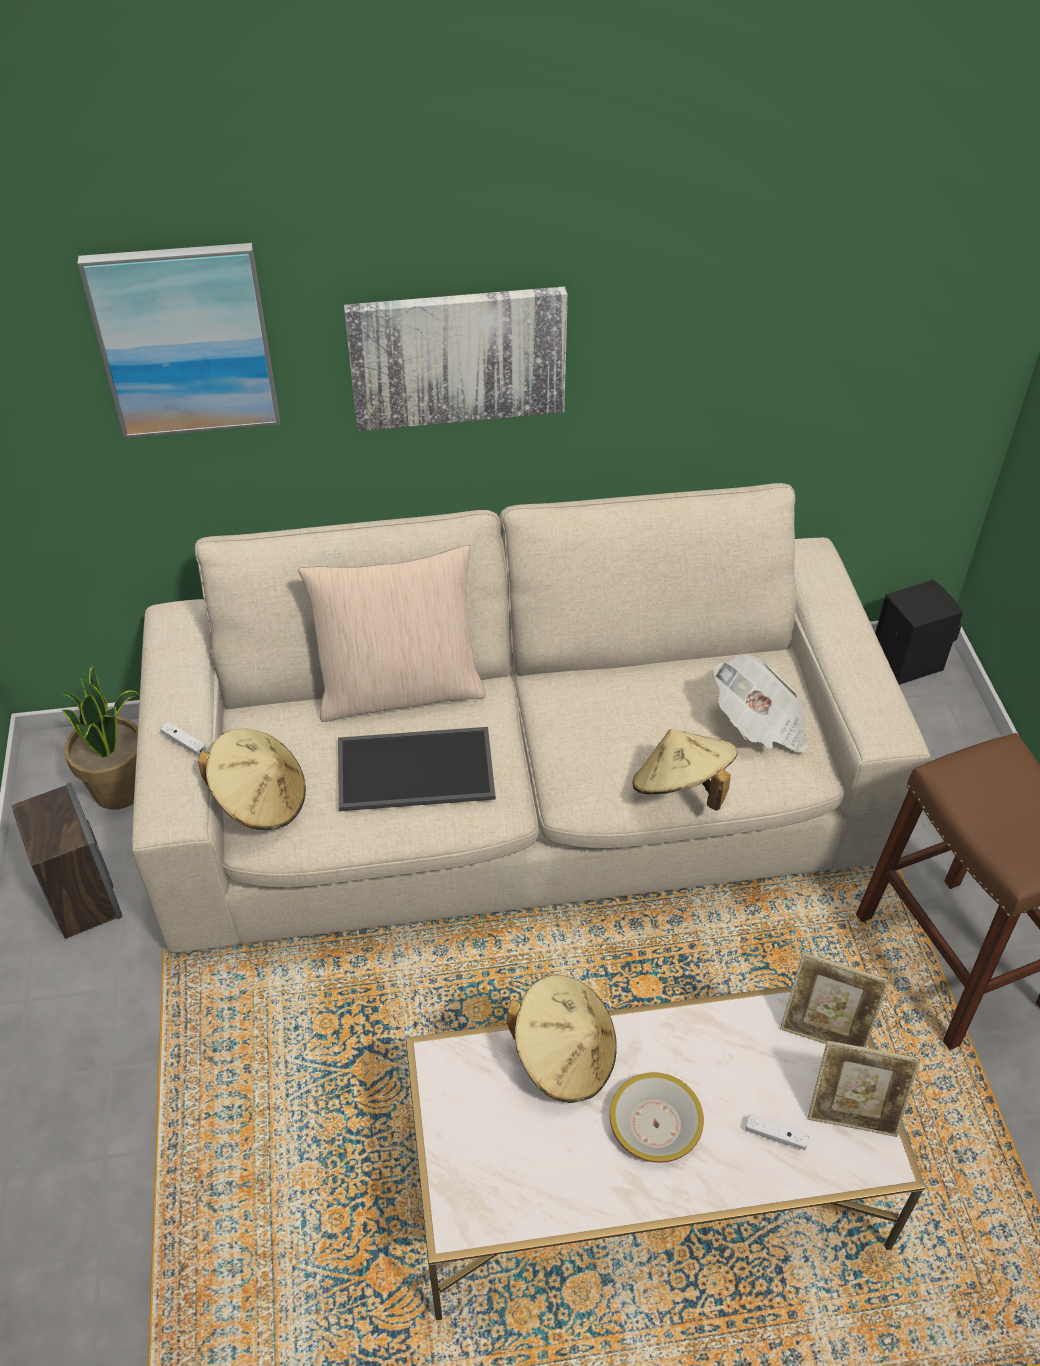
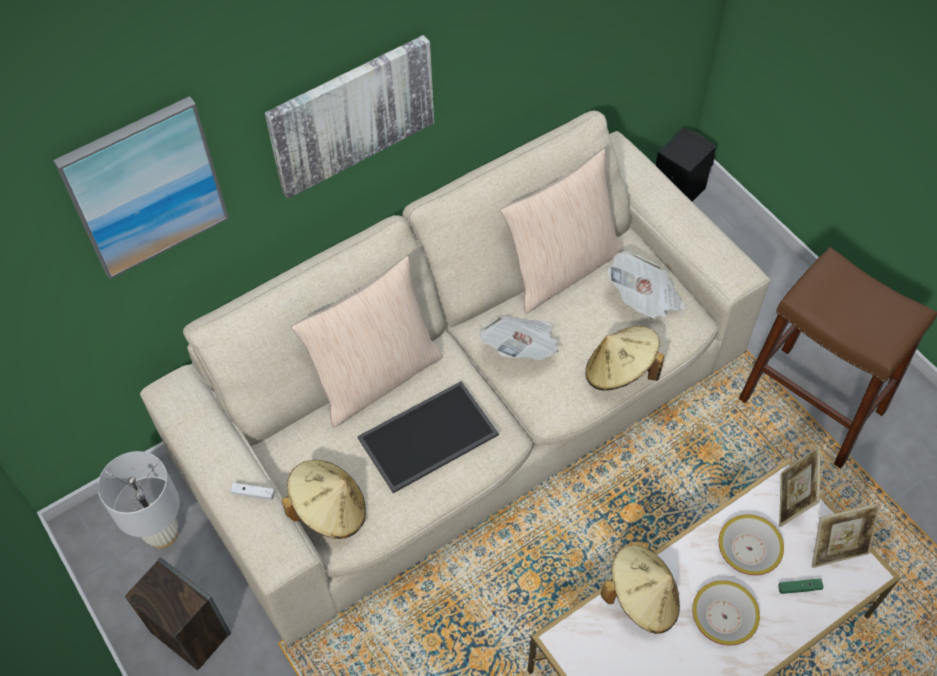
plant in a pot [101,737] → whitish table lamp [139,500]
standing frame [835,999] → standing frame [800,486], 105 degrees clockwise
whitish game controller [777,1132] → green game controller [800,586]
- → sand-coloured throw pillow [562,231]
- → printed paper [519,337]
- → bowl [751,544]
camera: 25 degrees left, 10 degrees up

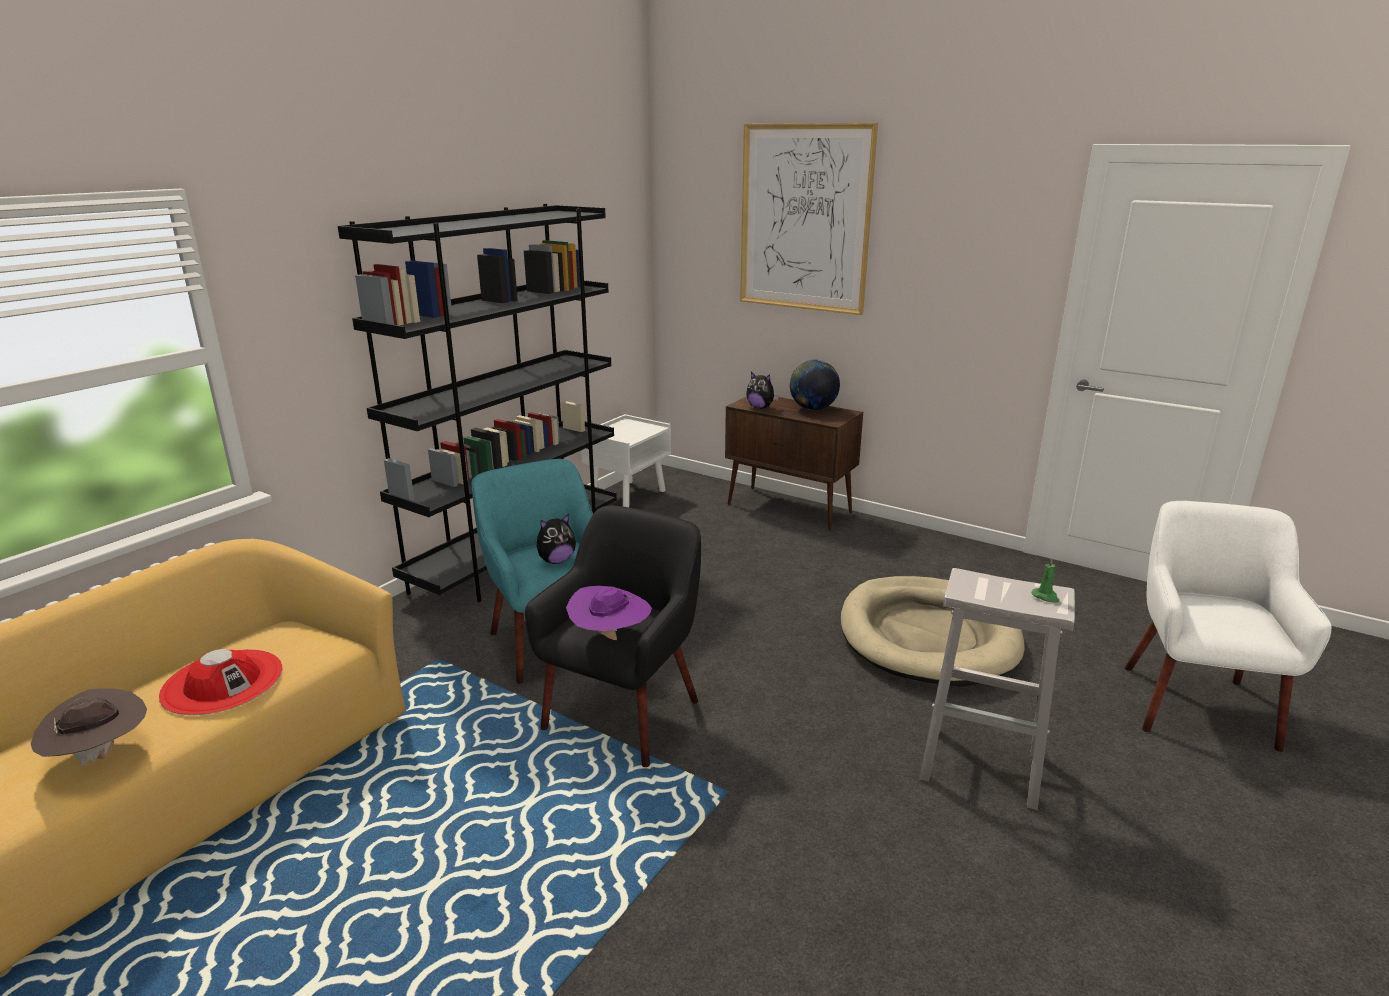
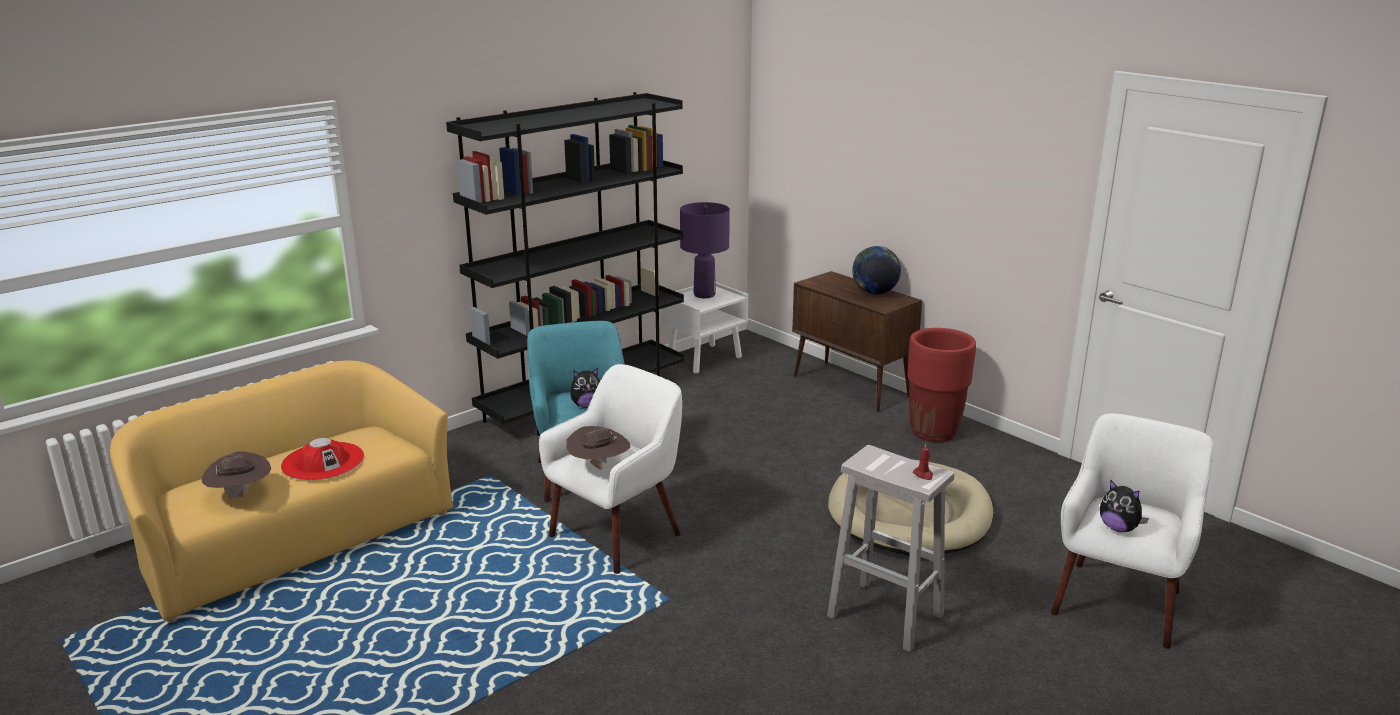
wall art [809,219] → -
plush toy [762,390] → plush toy [1124,505], move
black lounge chair [613,636] → whitish lounge chair [610,469]
green candle [1045,580] → reddish candle [923,461]
purple wearable hat [609,613] → brown-coloured wearable hat [598,448]
- → purple table lamp [705,250]
- → reddish planter [941,385]
camera: 15 degrees right, 0 degrees up

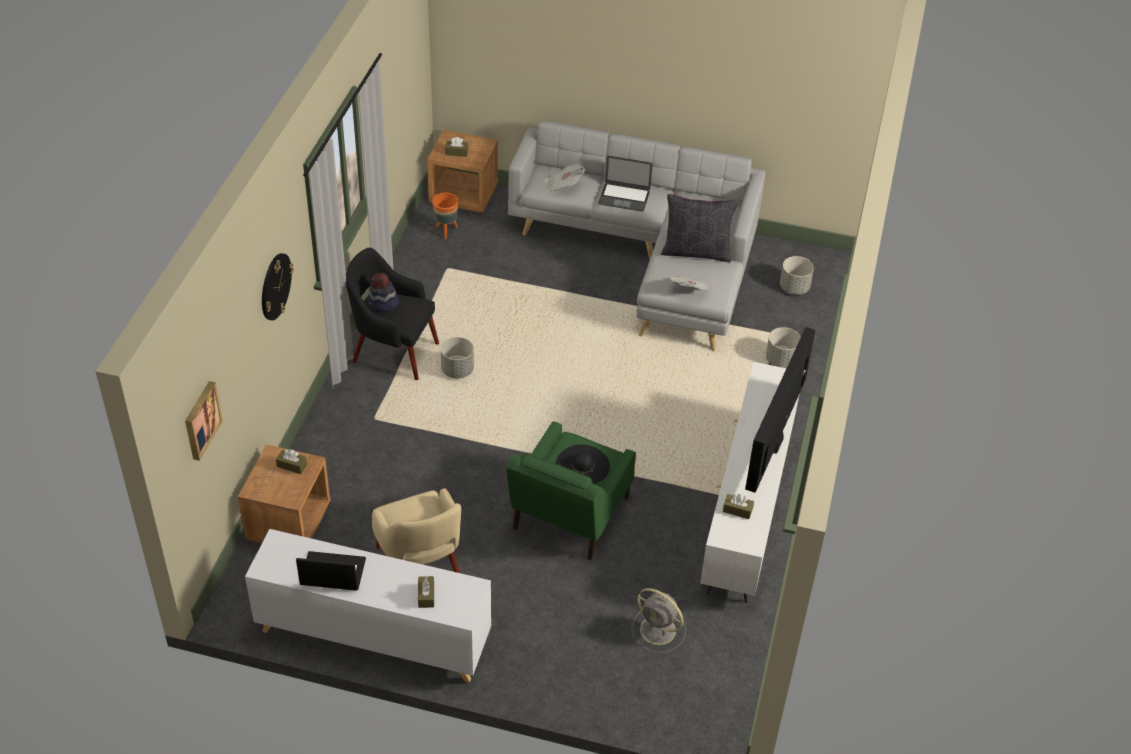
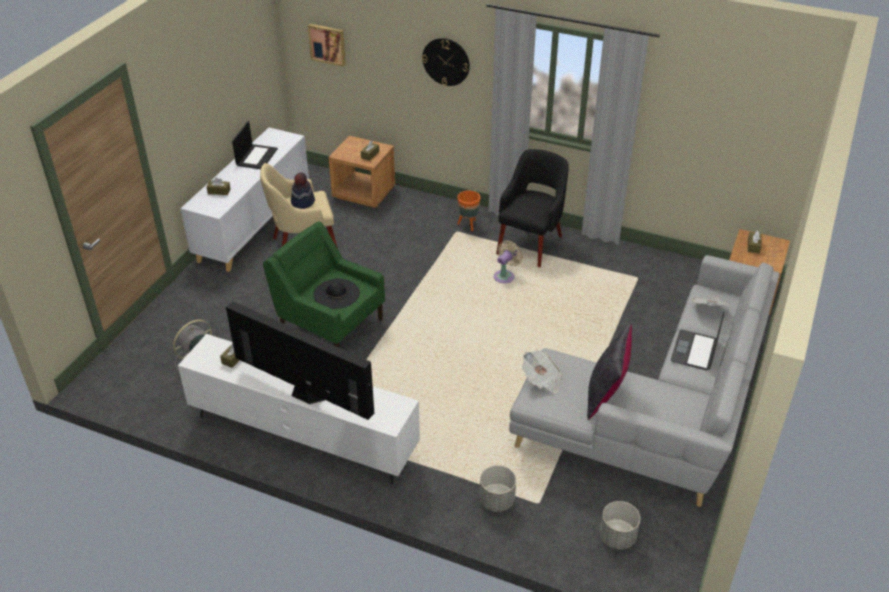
orange planter [445,216] → orange planter [469,211], move
wearable hat [383,292] → wearable hat [303,191], move
greyish planter [457,357] → sand-coloured cooling fan [508,261]
camera: 100 degrees right, 5 degrees down

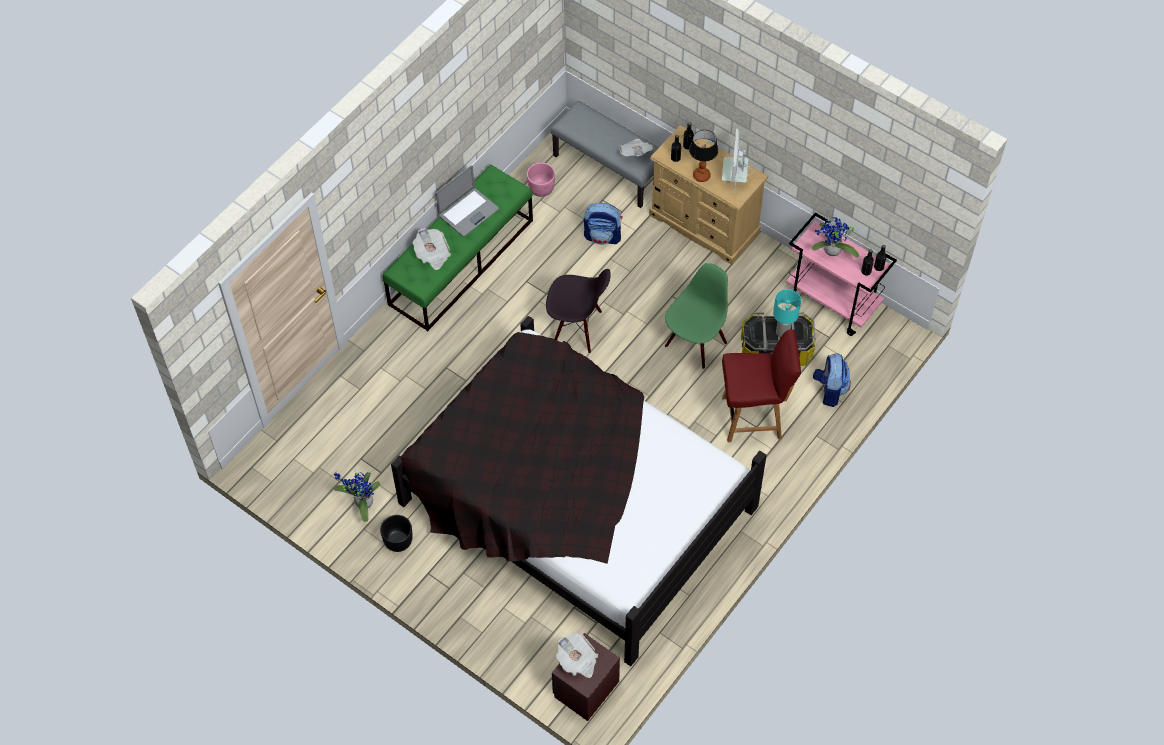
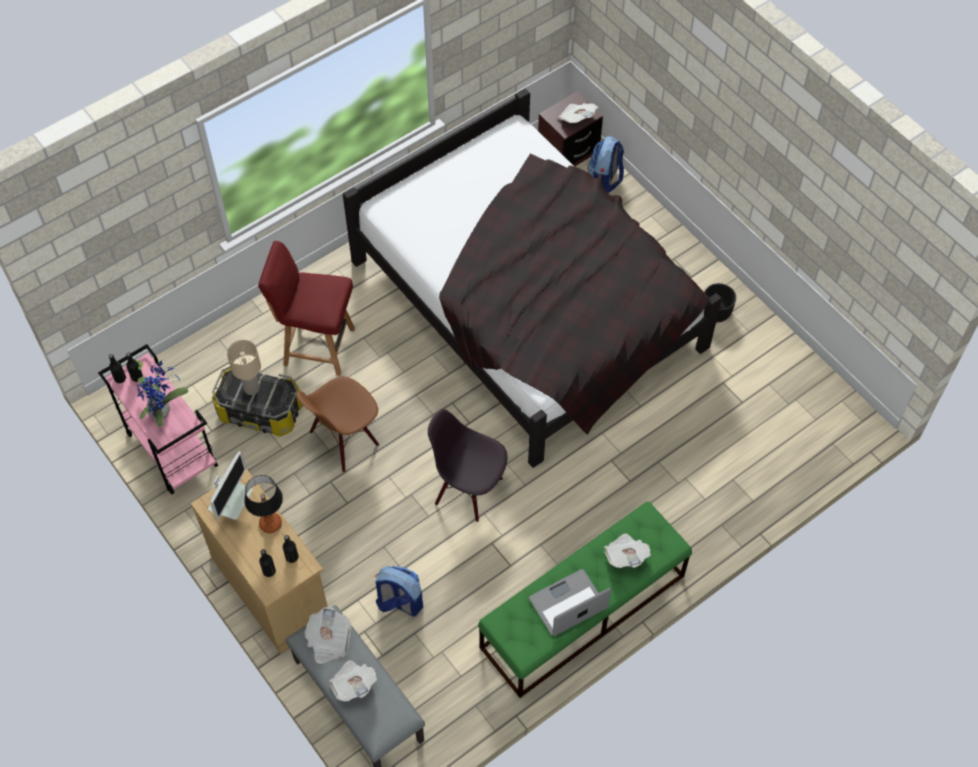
pink-coloured planter [541,180] → -
green upright chair [696,316] → brown-coloured upright chair [337,424]
blue-green table lamp [787,313] → sand-coloured table lamp [244,367]
rucksack [832,380] → rucksack [605,164], move
plant in a pot [357,495] → -
- → printed paper [353,680]
camera: 165 degrees left, 0 degrees up

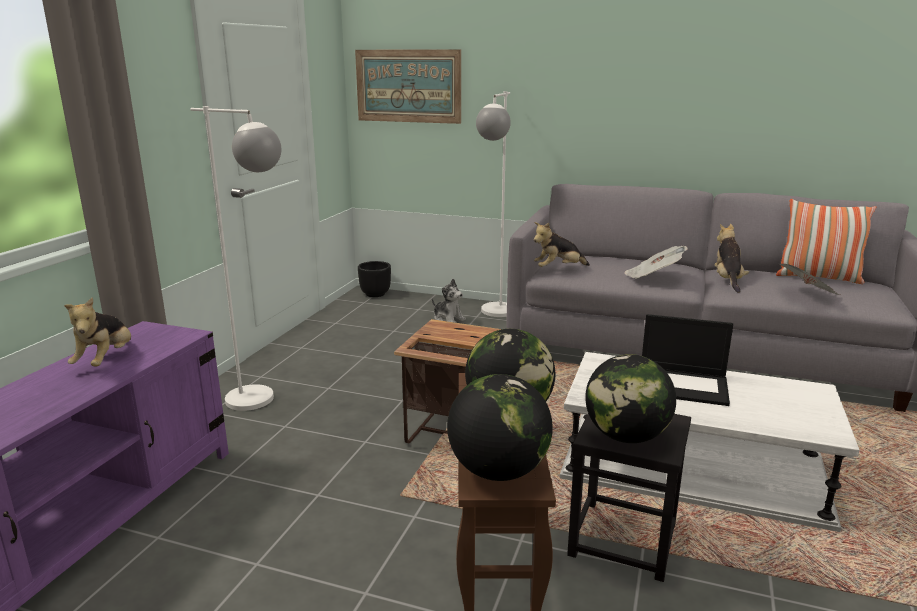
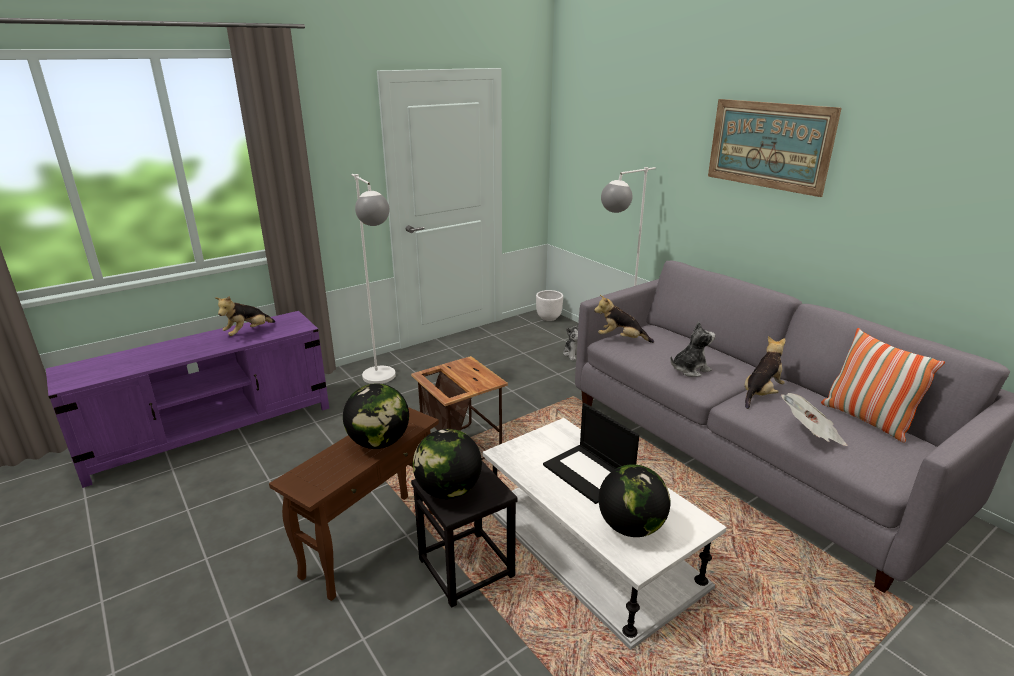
wall art [408,86] → wall art [775,148], move
printed paper [656,262] → plush toy [692,349]
black planter [374,279] → whitish planter [549,305]
desk globe [500,427] → desk globe [634,500], move
camera: 35 degrees right, 5 degrees up

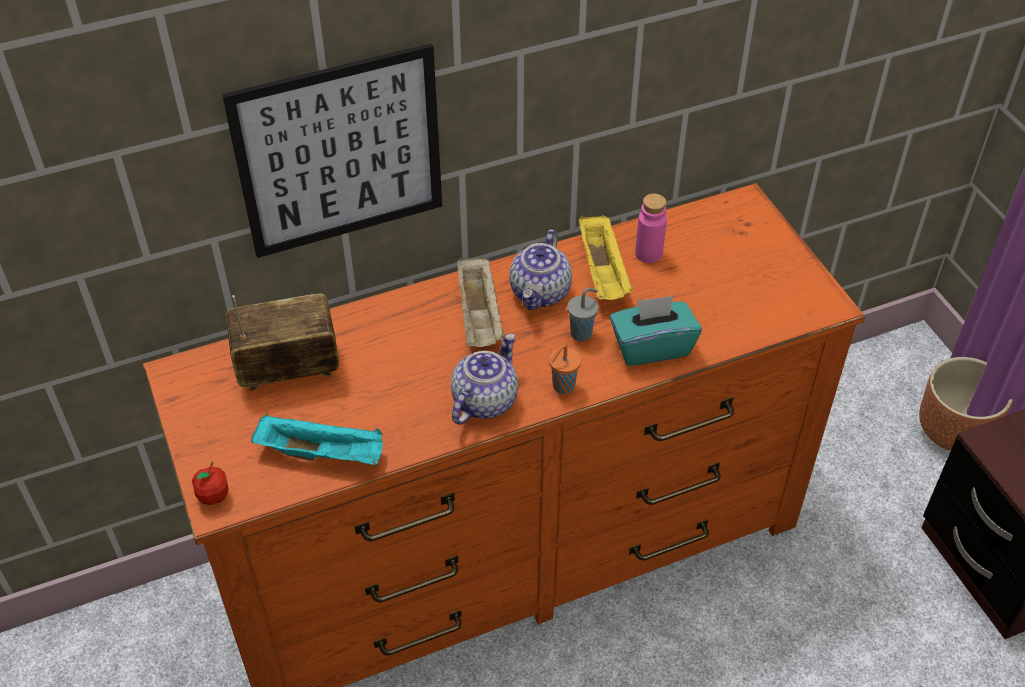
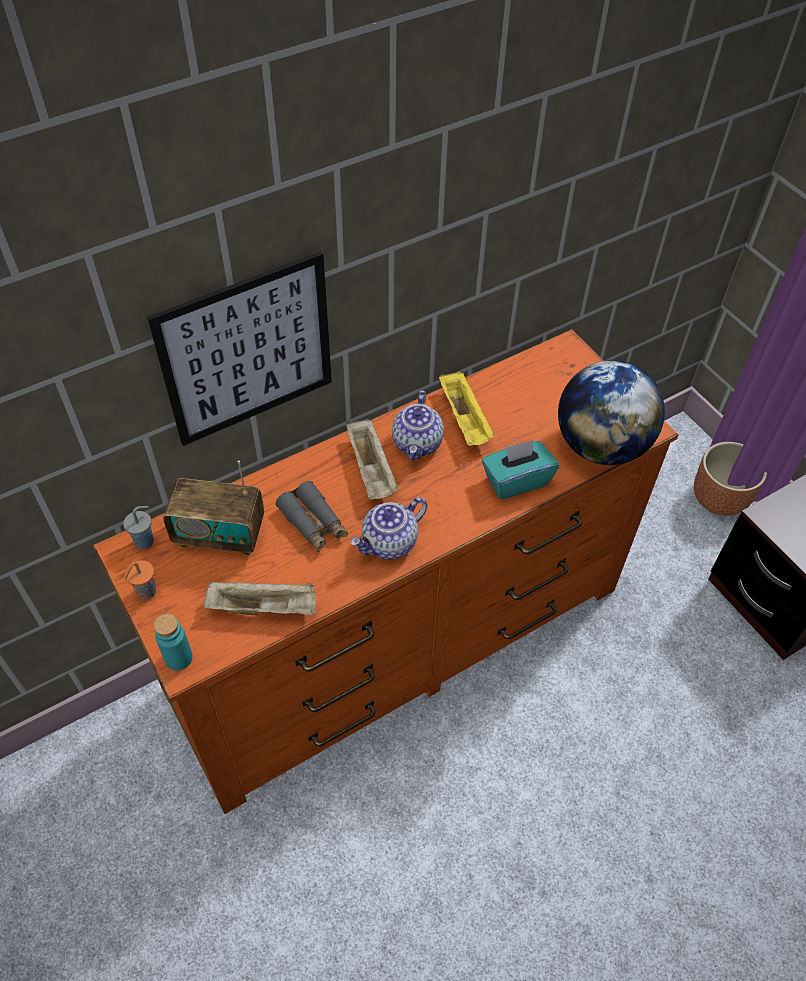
pink-coloured beverage bottle [651,228] → -
greyish cup [582,314] → greyish cup [138,527], move
radio [282,342] → radio [213,508], 150 degrees counterclockwise
pot for tea [484,379] → pot for tea [388,528], 150 degrees counterclockwise
orange cup [565,369] → orange cup [140,580], move
blue-green serving tray [317,439] → sand-coloured serving tray [260,598]
apple fruit [210,483] → blue-green beverage bottle [173,642]
- → desk globe [611,412]
- → greyish field glasses [312,516]
camera: 10 degrees left, 5 degrees up

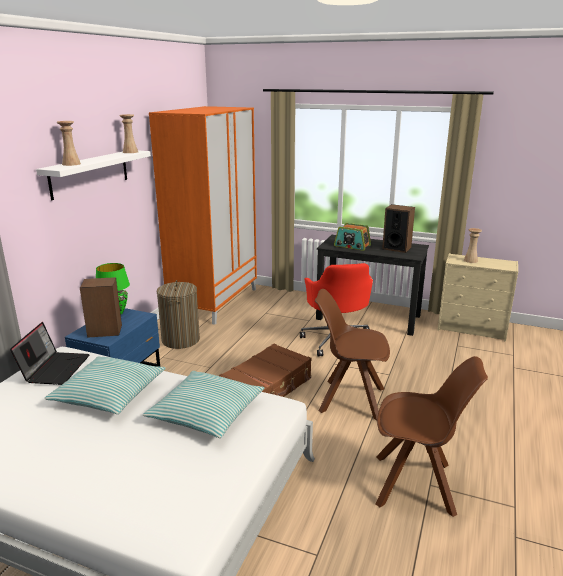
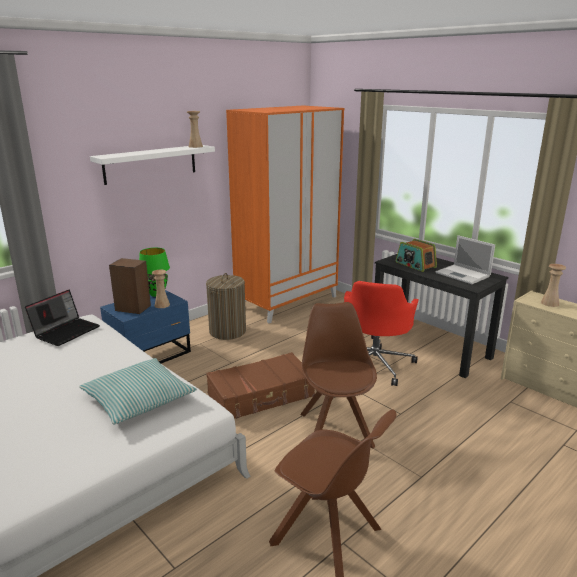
sand-coloured flower vase [69,143] → sand-coloured flower vase [161,289], move
loudspeaker [398,228] → notebook computer [465,259]
brown-coloured upright chair [352,355] → brown-coloured upright chair [338,375], 45 degrees clockwise
throw pillow [104,385] → -
camera: 25 degrees right, 0 degrees up

